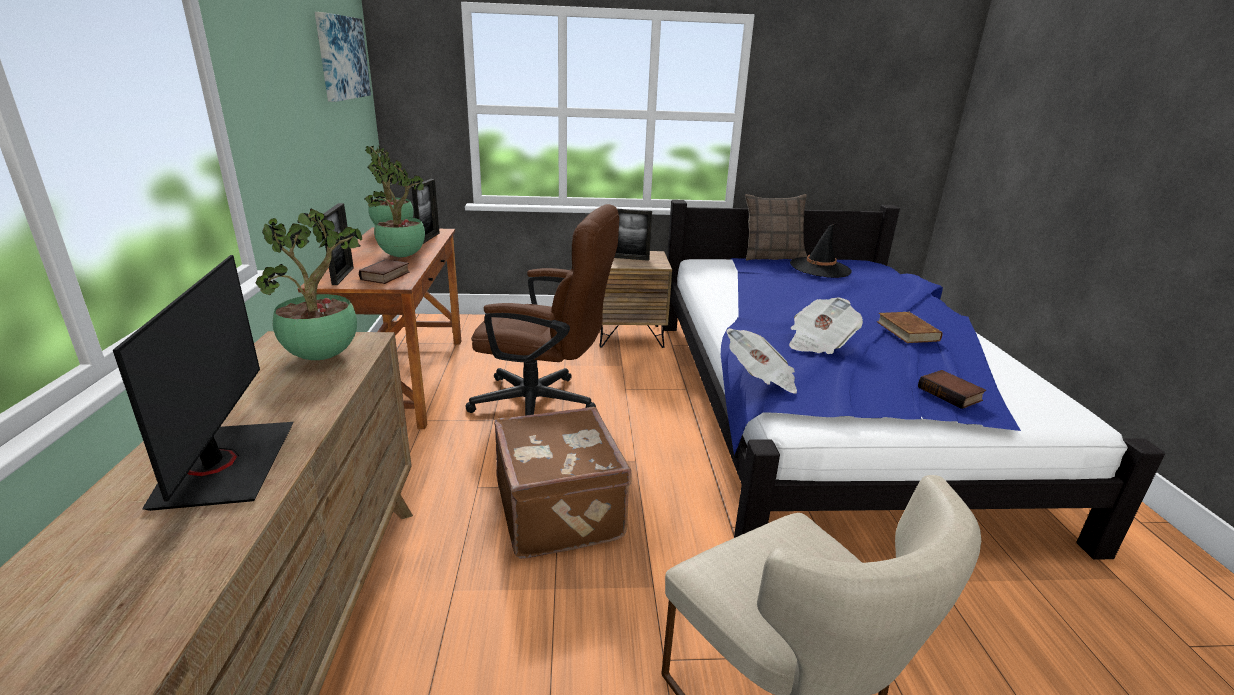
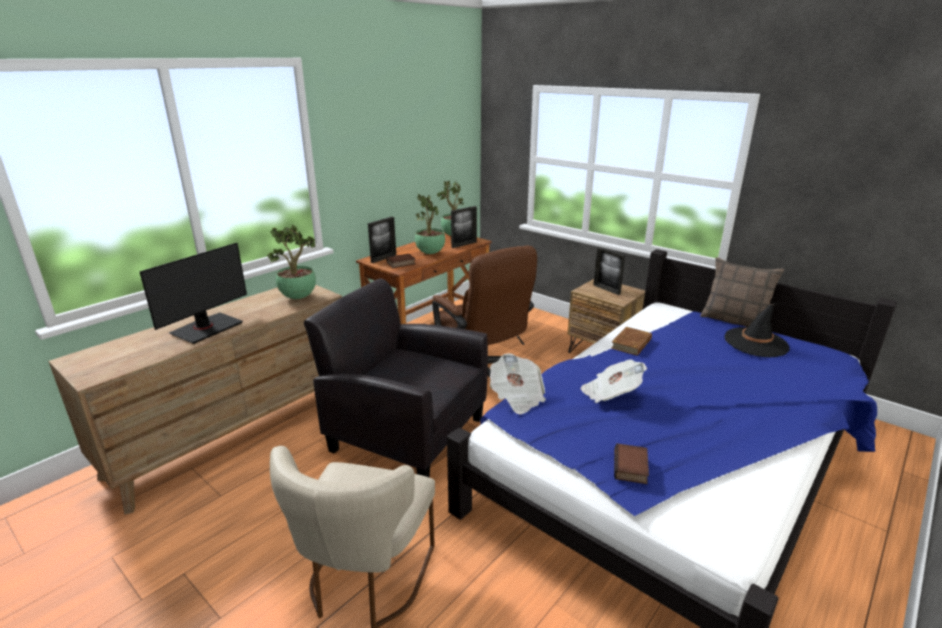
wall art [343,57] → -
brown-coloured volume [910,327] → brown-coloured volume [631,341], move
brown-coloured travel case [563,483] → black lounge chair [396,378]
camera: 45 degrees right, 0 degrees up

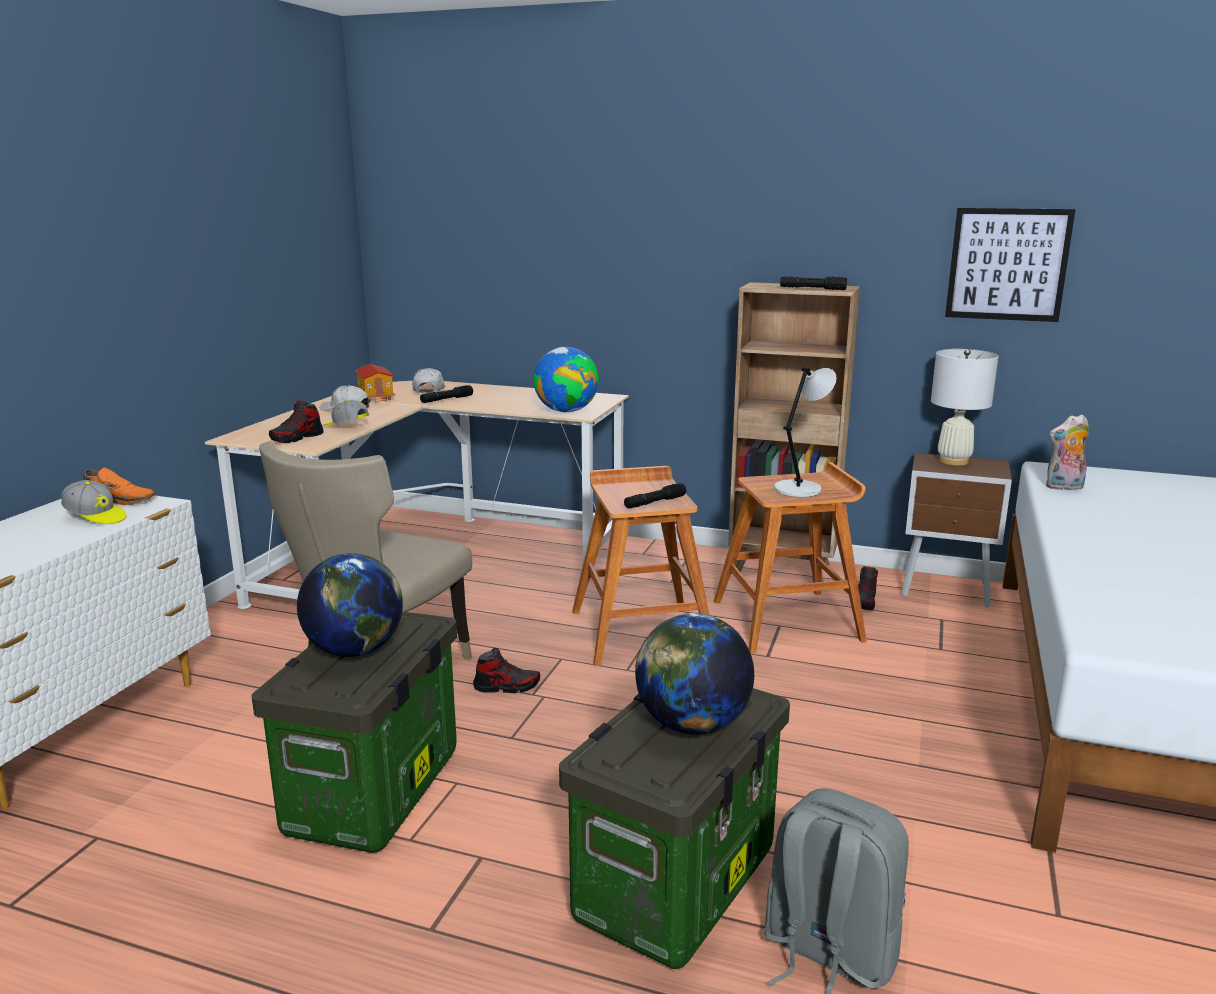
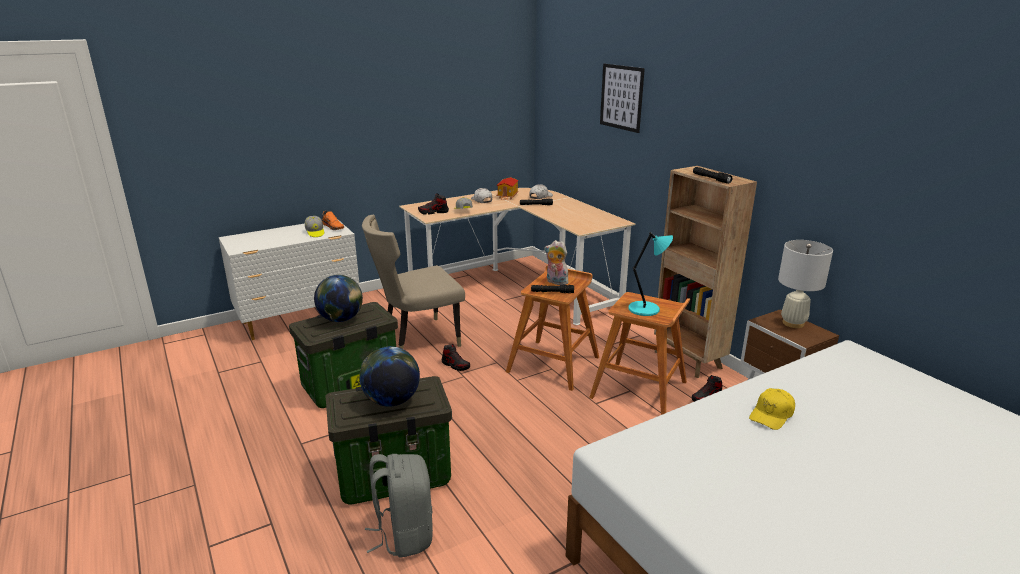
wall art [1010,265] → wall art [622,98], move
desk globe [566,379] → -
greyish table lamp [805,432] → blue-green table lamp [650,274]
plush toy [1067,452] → plush toy [556,262], move
- → yellowish baseball cap [772,409]
camera: 40 degrees right, 5 degrees up

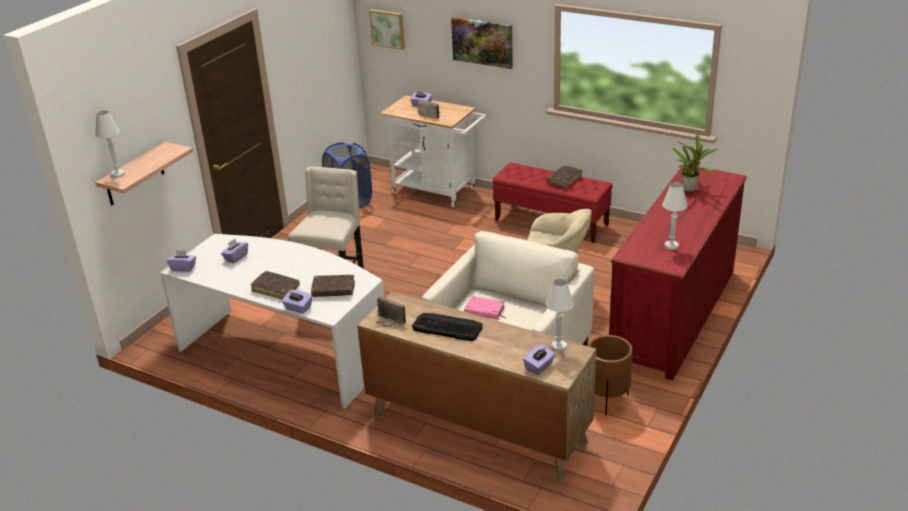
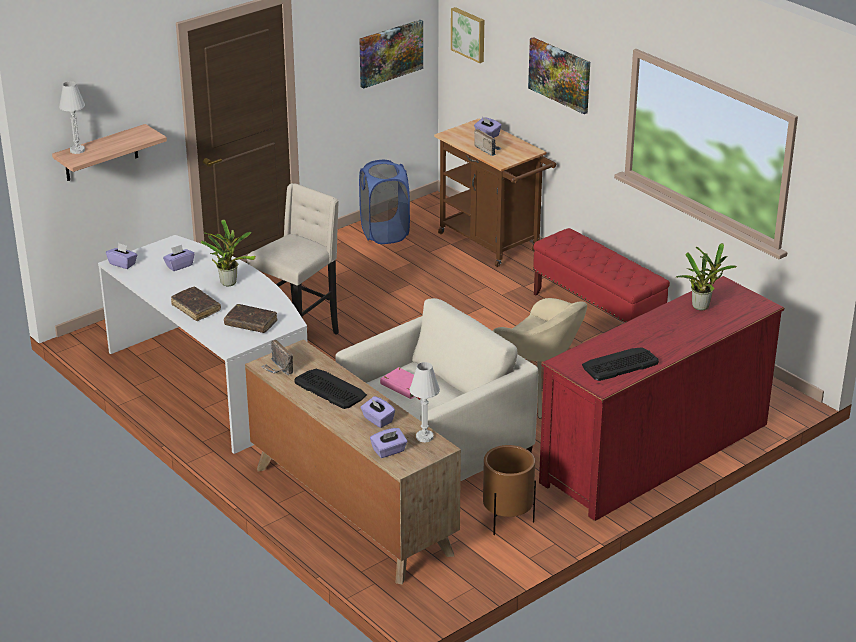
whitish cart [433,151] → brown-coloured cart [495,192]
brown-coloured volume [564,177] → -
whitish table lamp [675,216] → PC keyboard [620,364]
purple box of tissues [297,302] → purple box of tissues [378,412], move
- → wall art [391,54]
- → plant in a pot [228,253]
camera: 20 degrees right, 0 degrees up

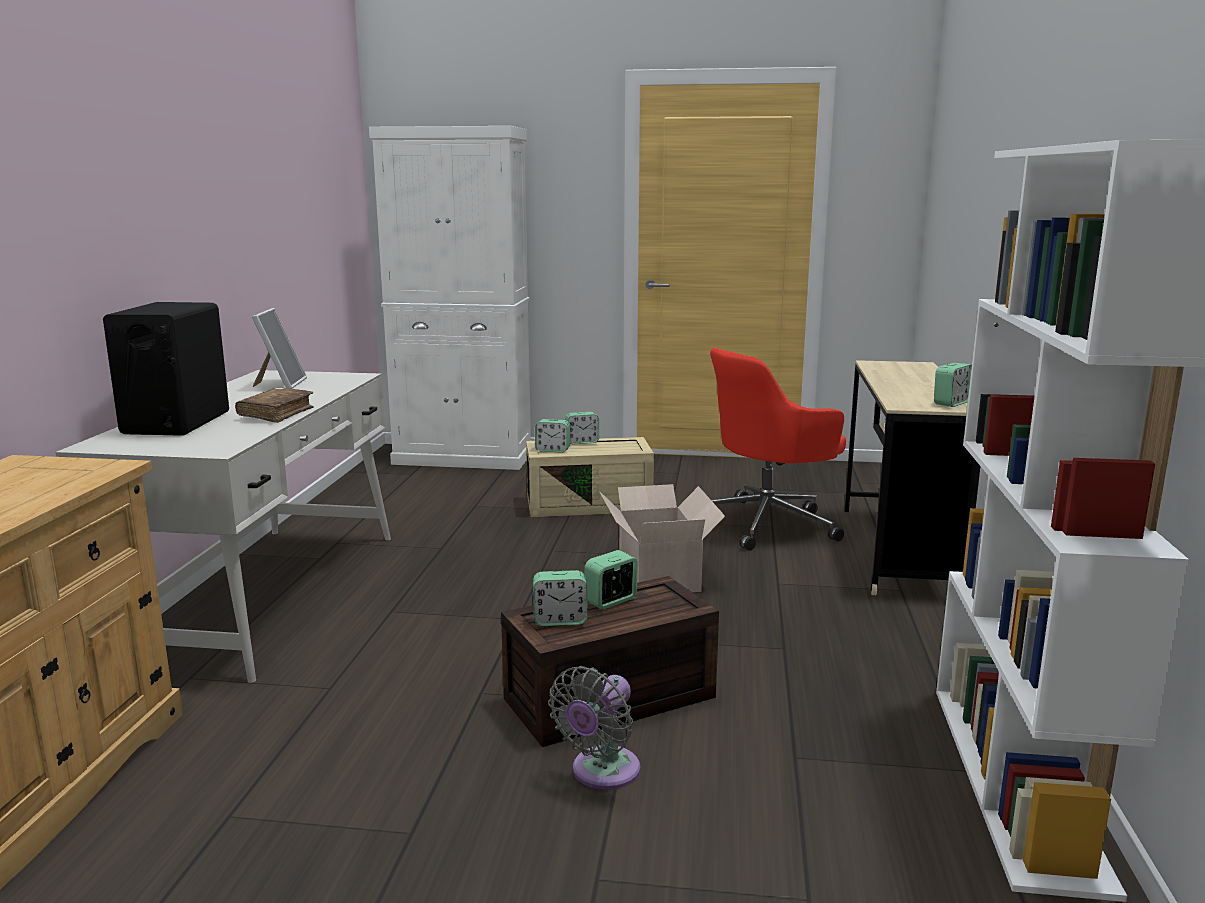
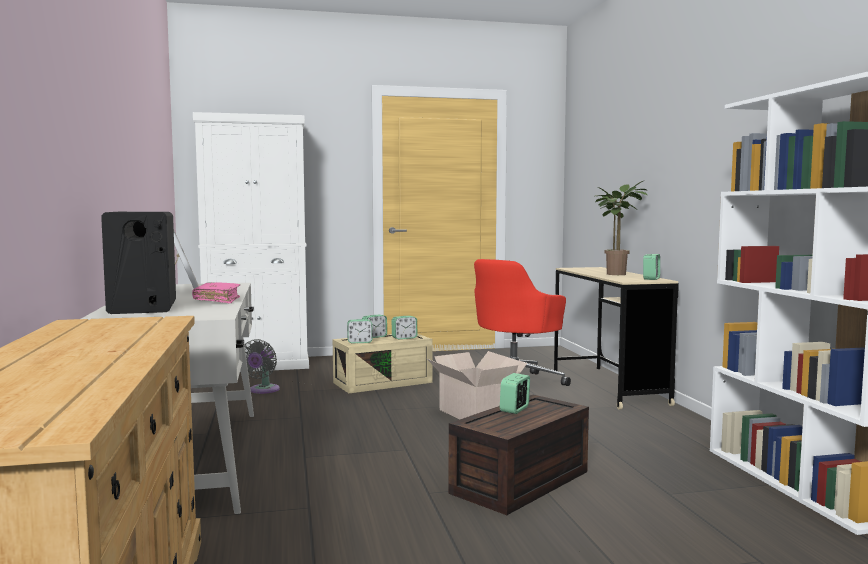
brown-coloured volume [274,405] → pink-coloured volume [216,292]
alarm clock [560,598] → alarm clock [404,328], move
greyish cooling fan [594,728] → greyish cooling fan [262,366], move
- → plant in a pot [621,228]
camera: 20 degrees left, 10 degrees down

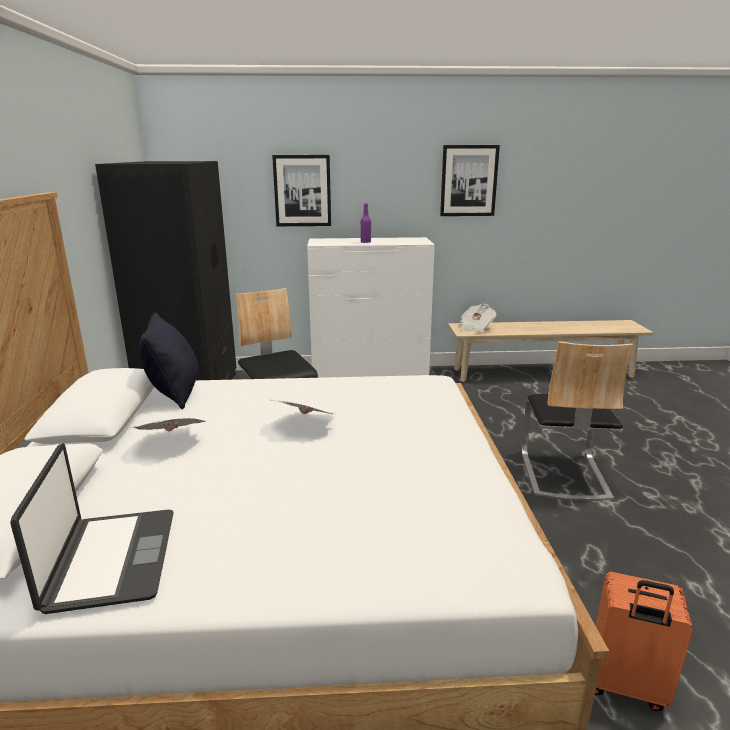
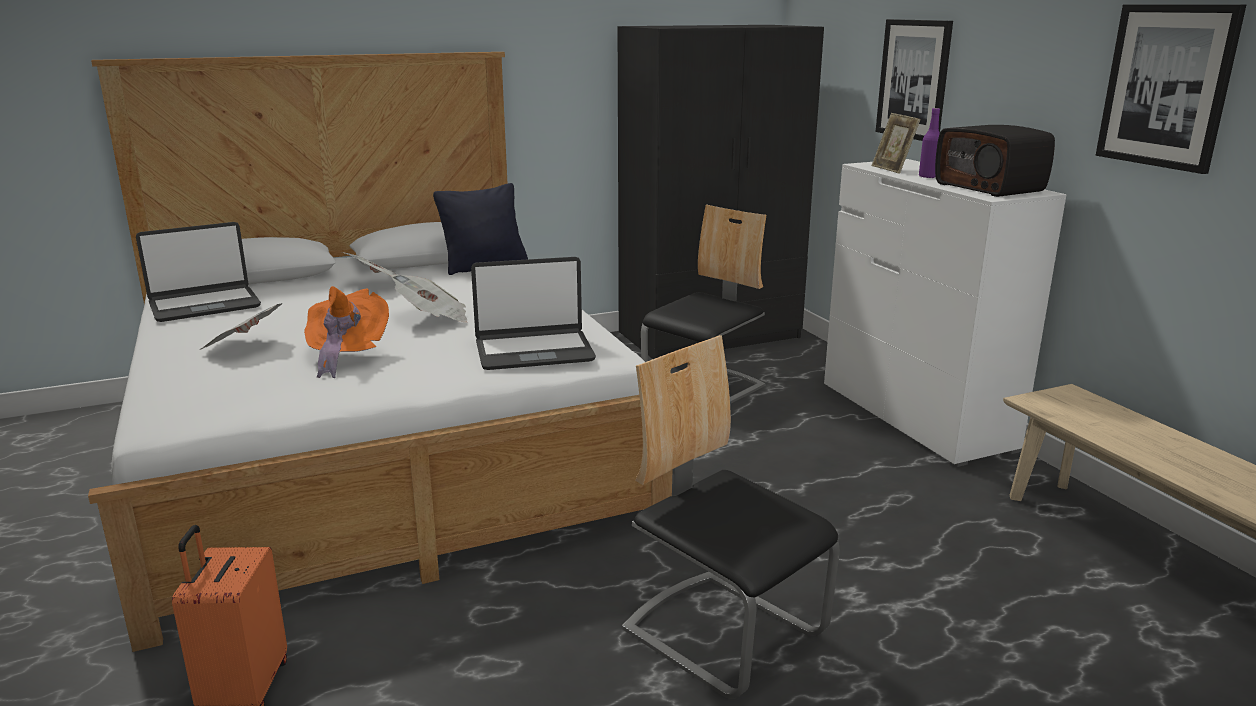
printed paper [478,318] → printed paper [240,326], move
upright chair [577,421] → upright chair [731,517], 60 degrees clockwise
- → standing frame [896,143]
- → radio [995,161]
- → notebook computer [533,313]
- → orange wearable hat [346,332]
camera: 70 degrees right, 0 degrees up

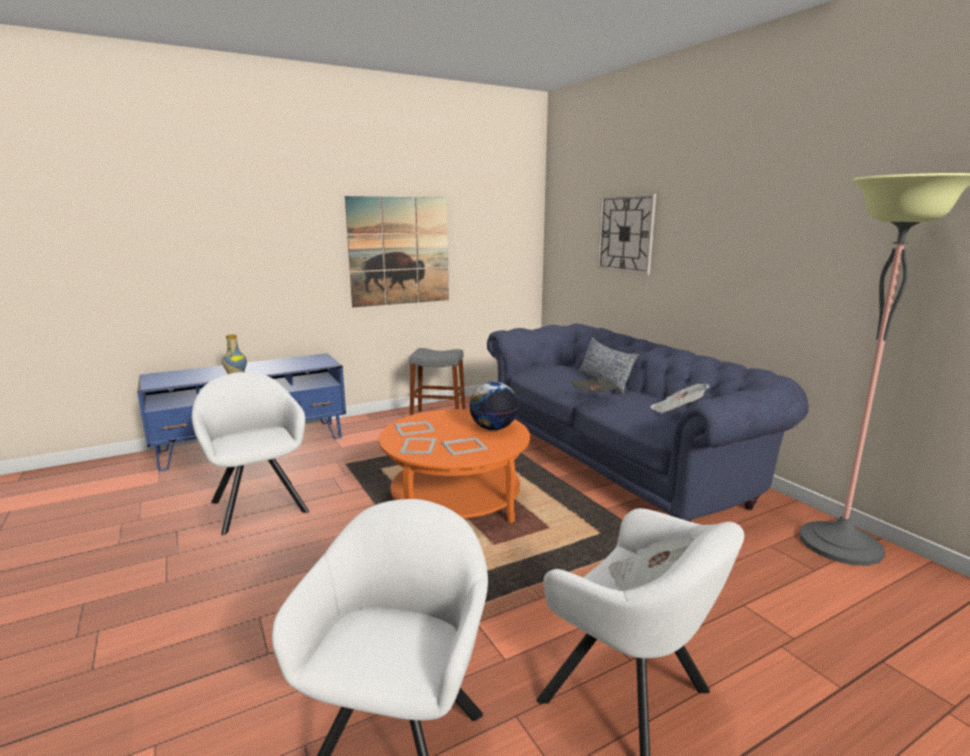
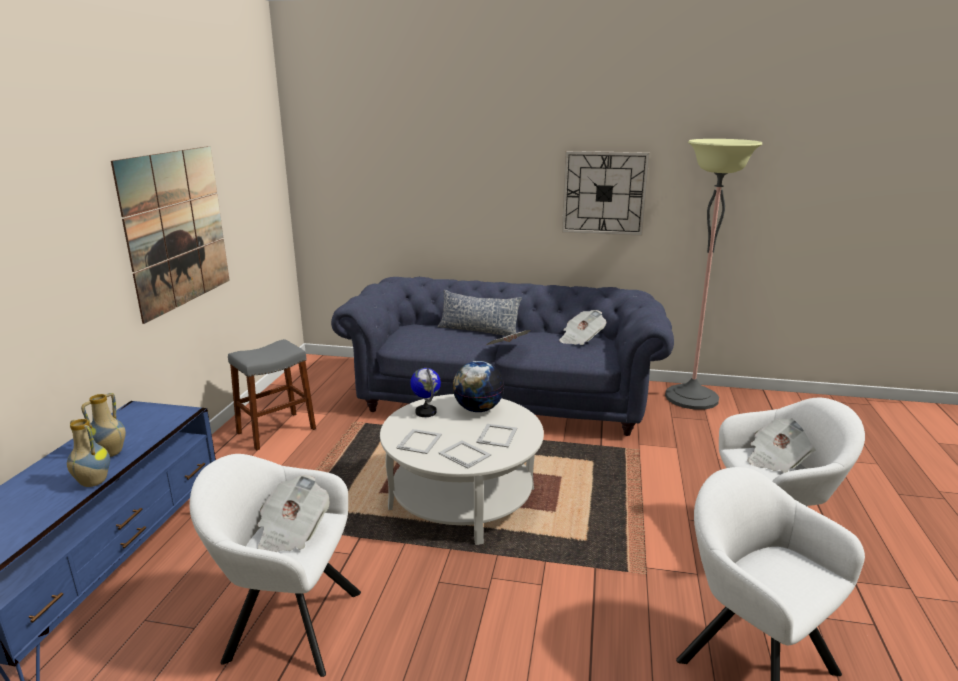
clock on the wall [626,234] → clock on the wall [605,193], move
orange lounge table [454,466] → whitish lounge table [462,469]
- → desk globe [425,392]
- → flower vase [103,425]
- → printed paper [293,513]
camera: 50 degrees left, 5 degrees up

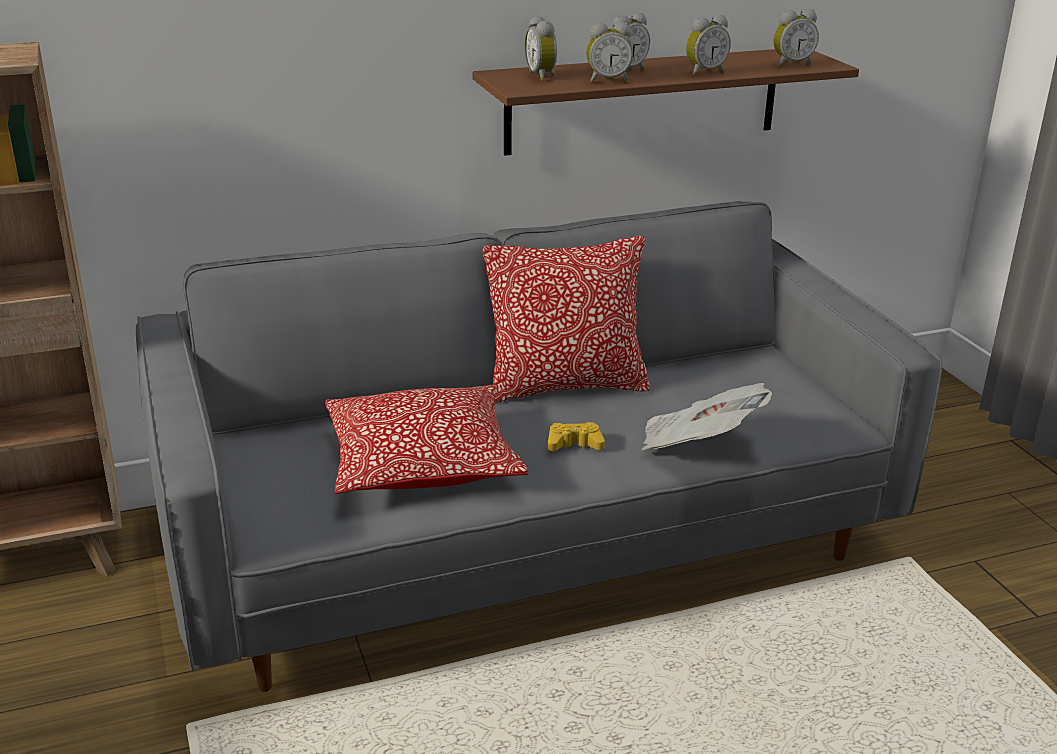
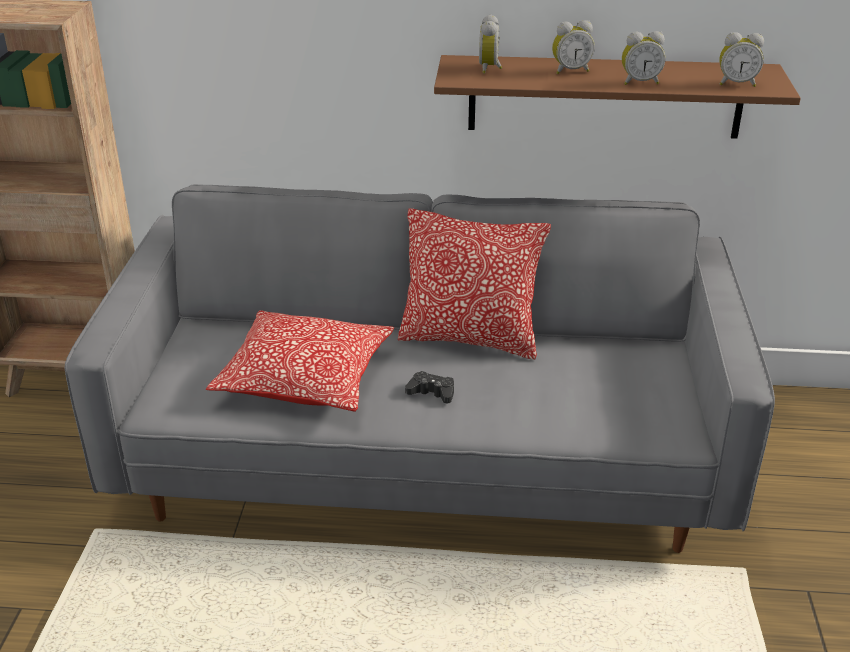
alarm clock [609,52] → -
printed paper [707,416] → -
yellowish game controller [576,436] → black game controller [429,387]
camera: 25 degrees right, 5 degrees up

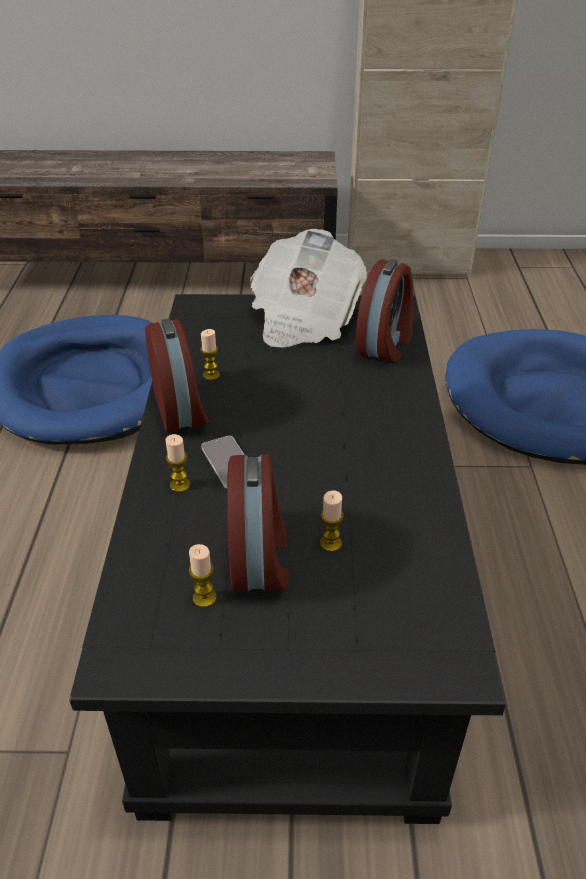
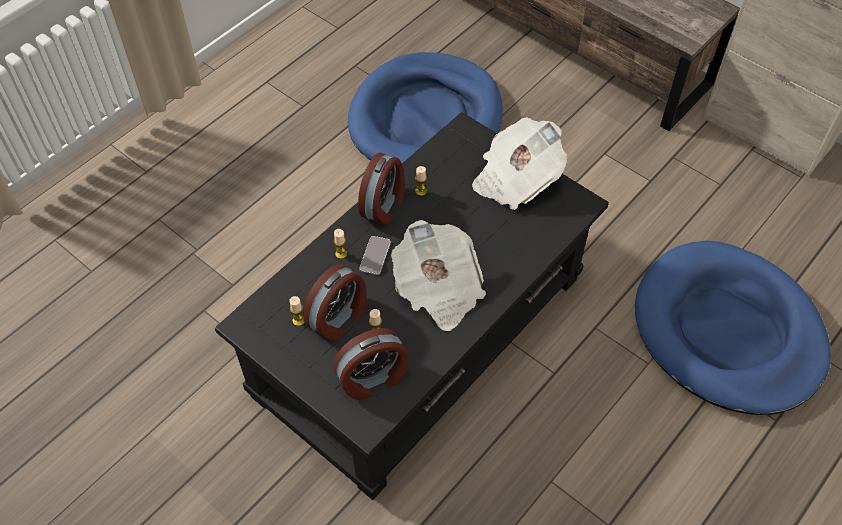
alarm clock [384,311] → alarm clock [371,364], move
- → printed paper [438,275]
camera: 40 degrees right, 15 degrees up

